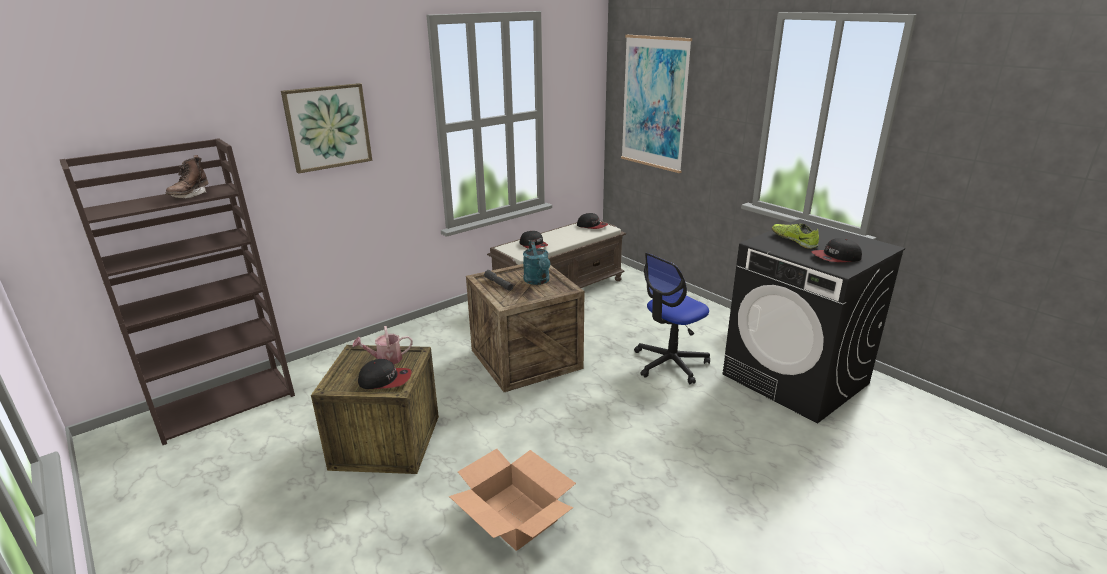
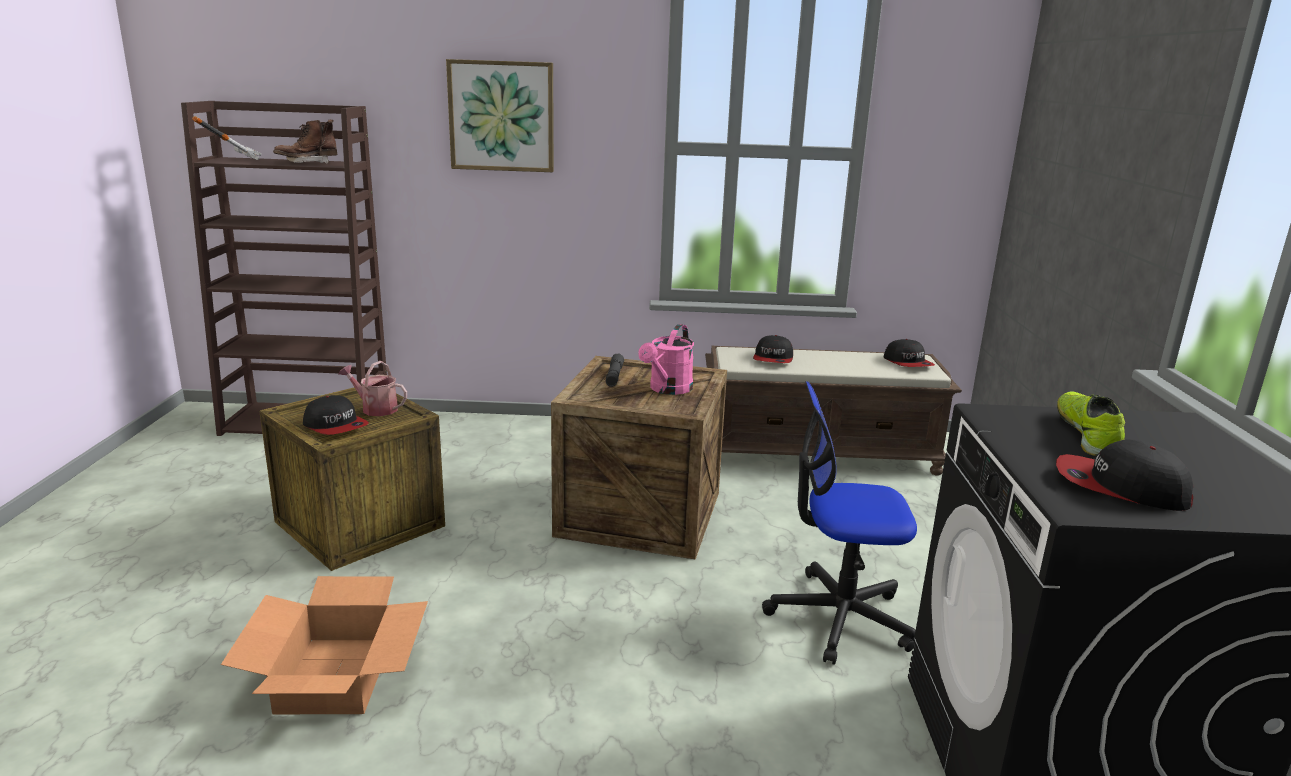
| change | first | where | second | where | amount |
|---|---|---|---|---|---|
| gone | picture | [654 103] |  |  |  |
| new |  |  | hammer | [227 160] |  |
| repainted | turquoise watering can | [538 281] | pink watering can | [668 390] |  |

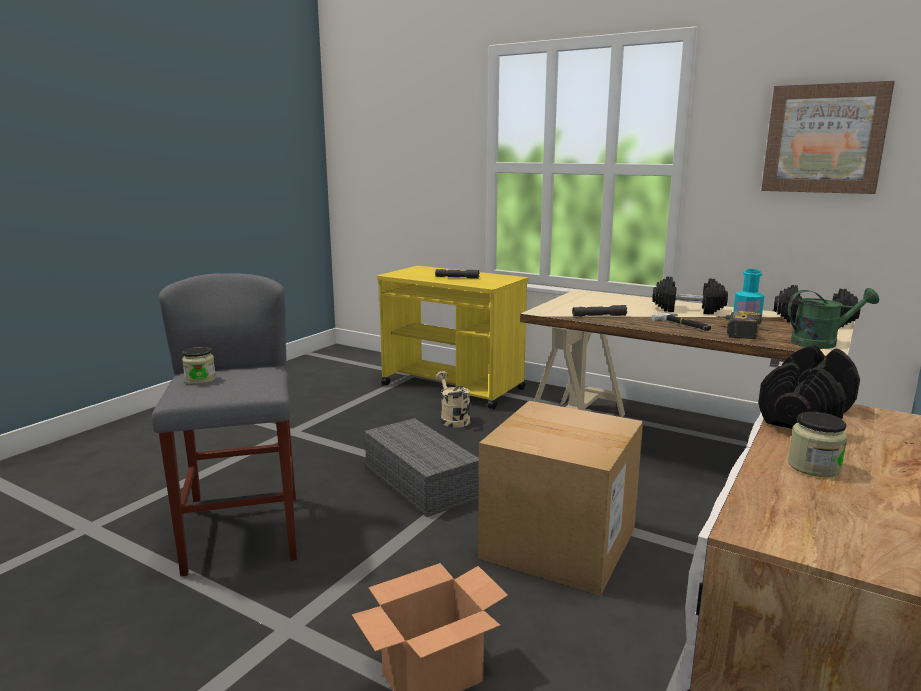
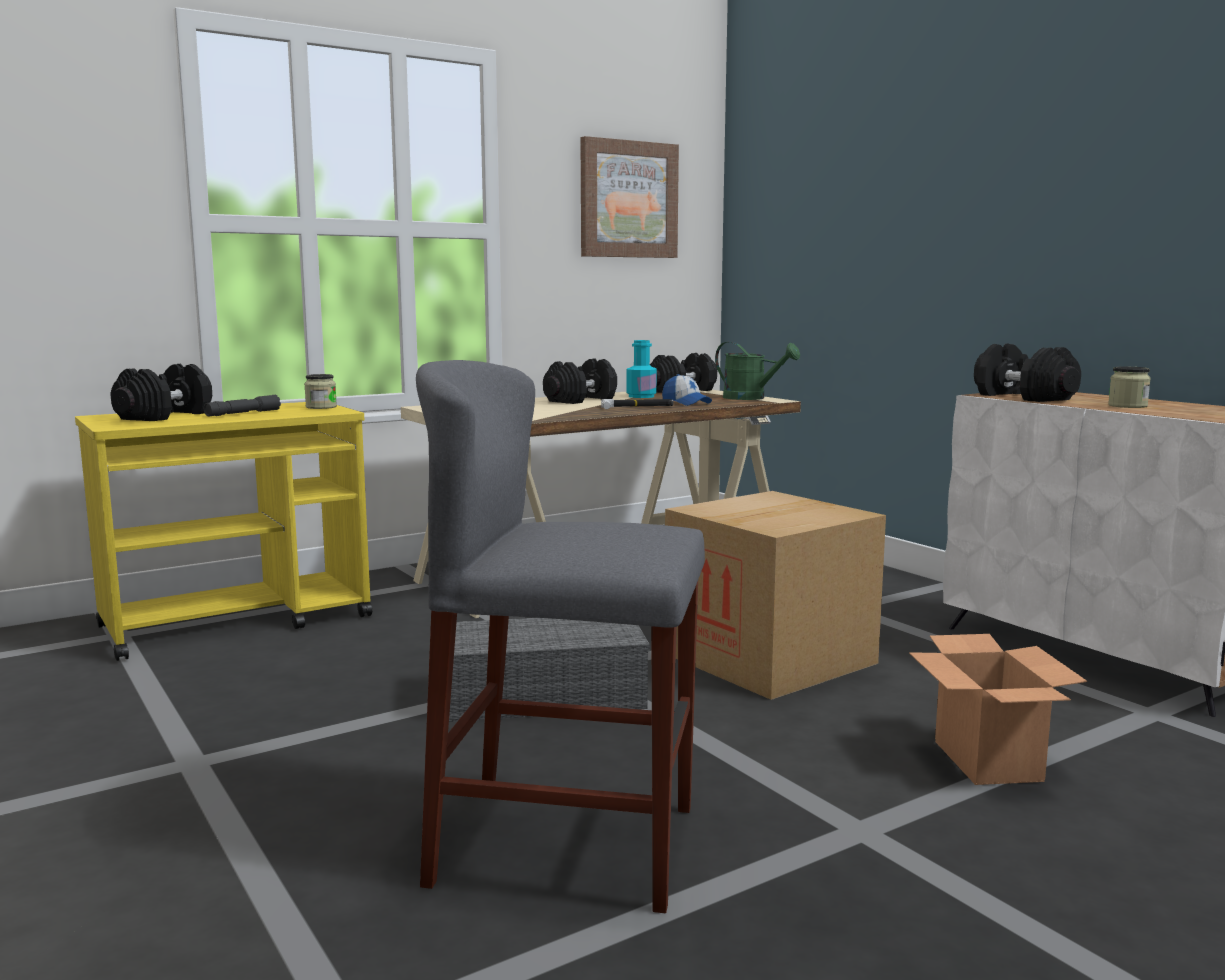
| change | first | where | second | where | amount |
|---|---|---|---|---|---|
| gone | beige watering can | [452 419] |  |  |  |
| gone | grey flashlight | [599 316] |  |  |  |
| new |  |  | black dumbbell | [165 416] |  |
| shifted | jar | [200 380] |  | [321 407] |  |
| swapped | power drill | [736 332] | cap | [686 403] |  |
| rotated | green watering can | [821 343] |  | [751 398] | 105 degrees clockwise |

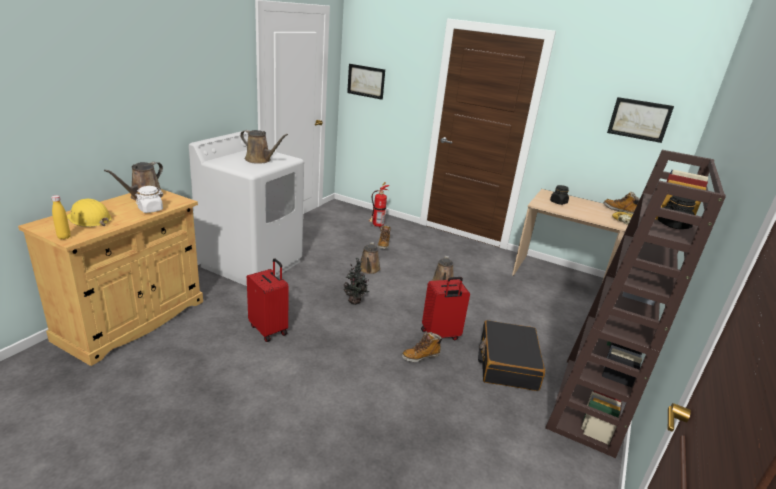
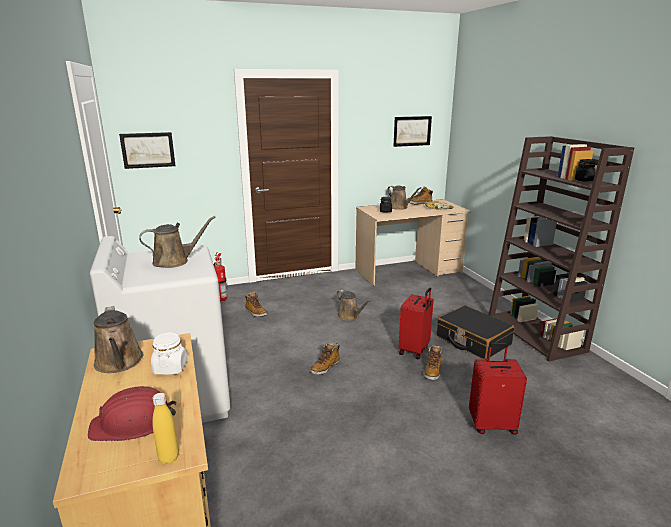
| change | first | where | second | where | amount |
|---|---|---|---|---|---|
| shifted | red suitcase | [269 329] |  | [492 424] |  |
| shifted | brown watering can | [369 269] |  | [400 207] |  |
| swapped | potted plant | [355 302] | boot | [325 367] |  |
| repainted | yellow hard hat | [89 219] | red hard hat | [133 422] |  |

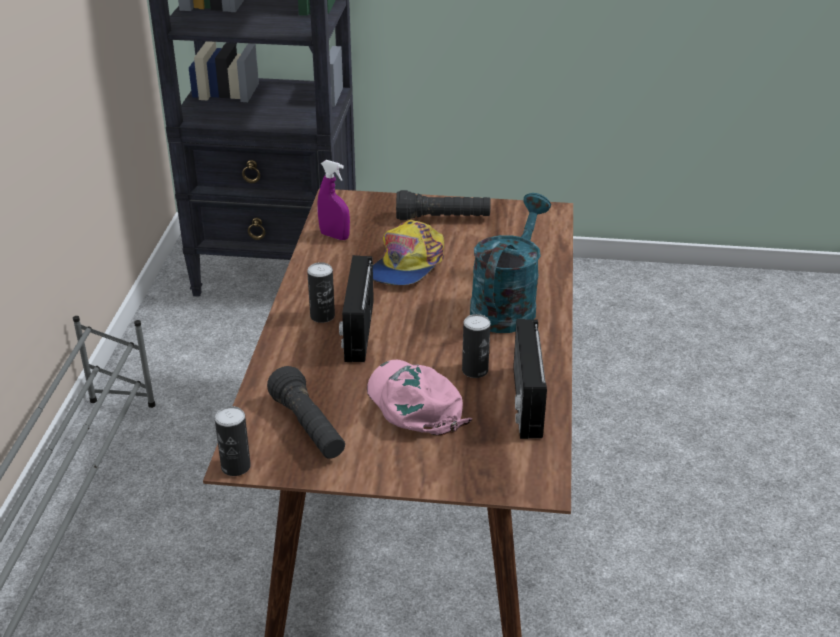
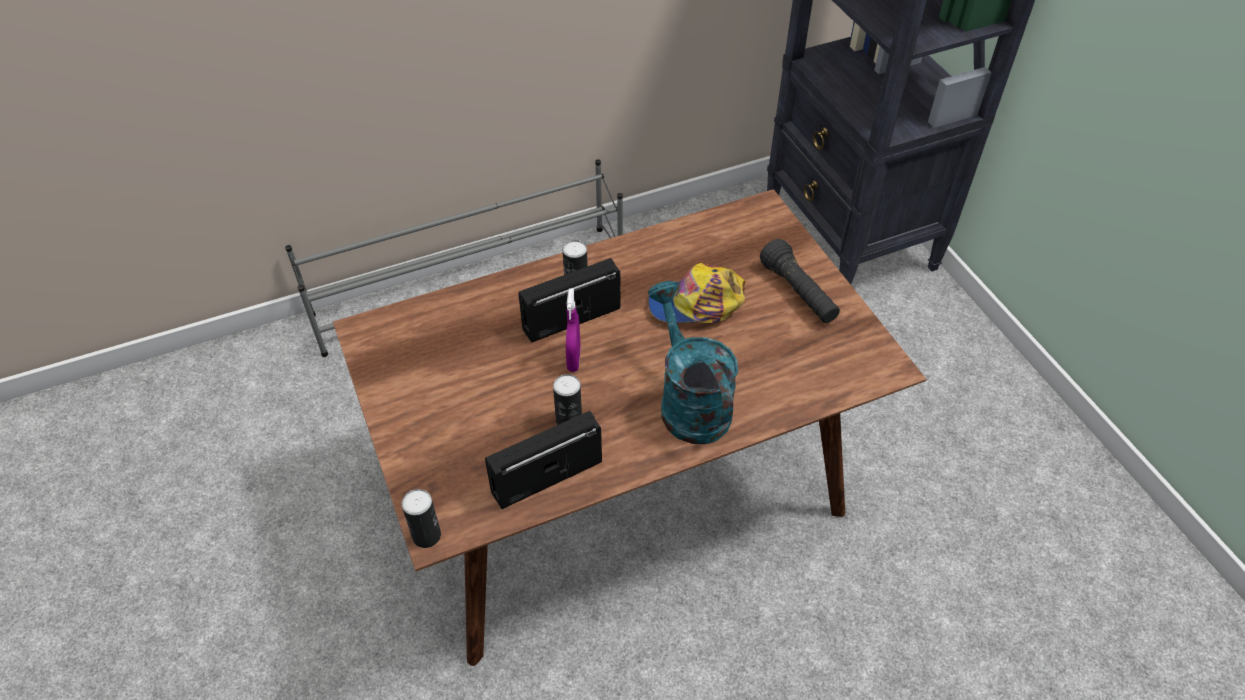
| change | first | where | second | where | amount |
|---|---|---|---|---|---|
| gone | black flashlight | [309 428] |  |  |  |
| gone | pink cap | [414 404] |  |  |  |
| shifted | can | [236 466] |  | [426 535] |  |
| shifted | purple spray bottle | [334 236] |  | [573 359] |  |
| rotated | turquoise watering can | [507 305] |  | [689 402] | 105 degrees counterclockwise |

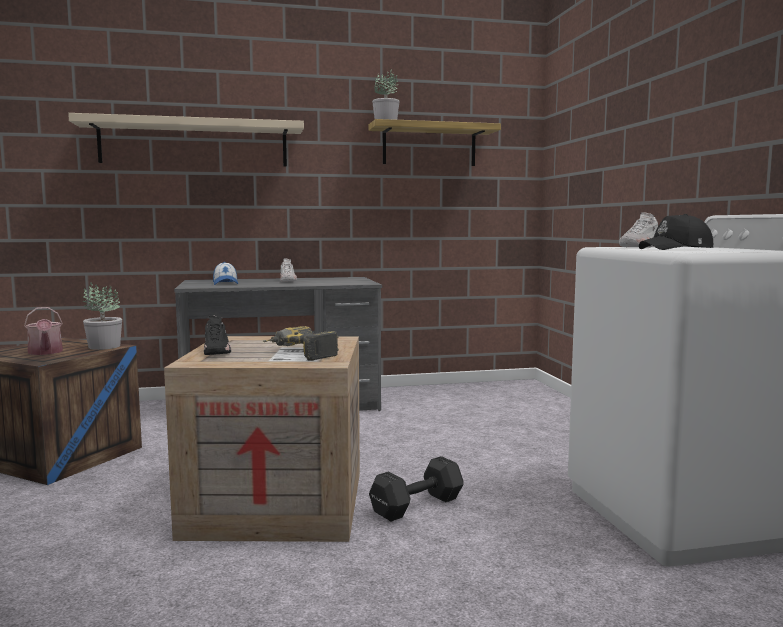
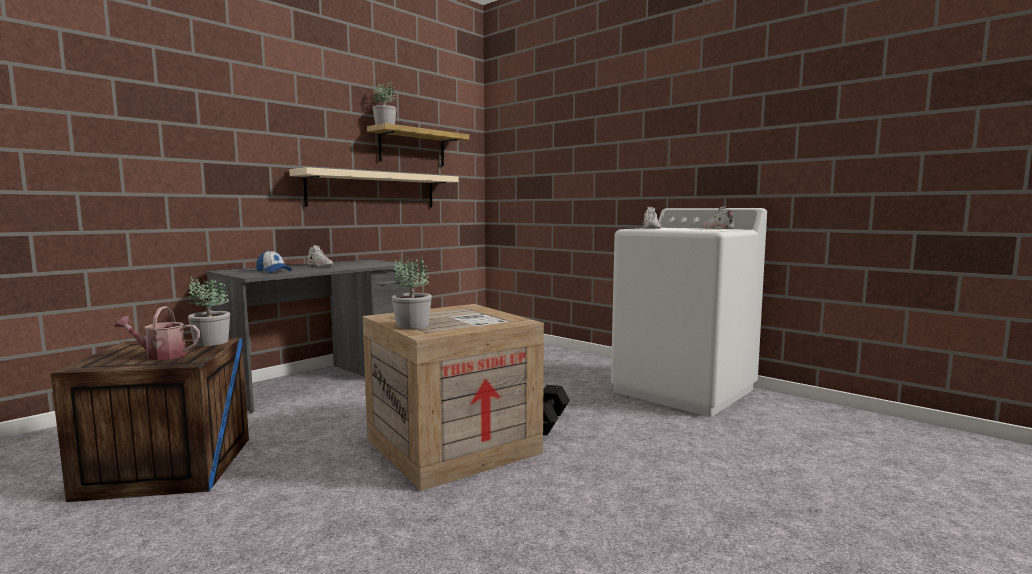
| change | first | where | second | where | amount |
|---|---|---|---|---|---|
| gone | power drill | [299 354] |  |  |  |
| gone | black cap | [677 249] |  |  |  |
| new |  |  | white shoe | [716 229] |  |
| shifted | beige shelf | [194 144] |  | [373 190] |  |
| swapped | black shoe | [217 351] | potted plant | [412 325] |  |
| rotated | watering can | [45 352] |  | [160 355] | 150 degrees clockwise |

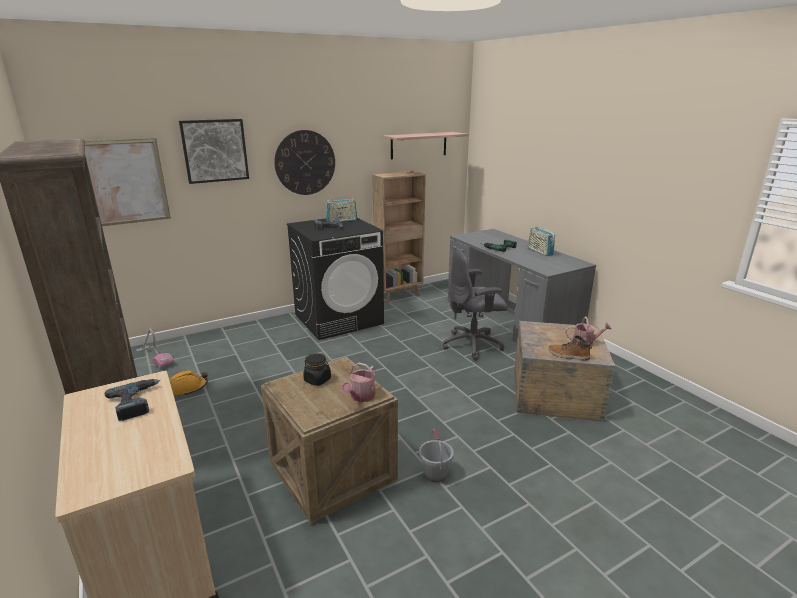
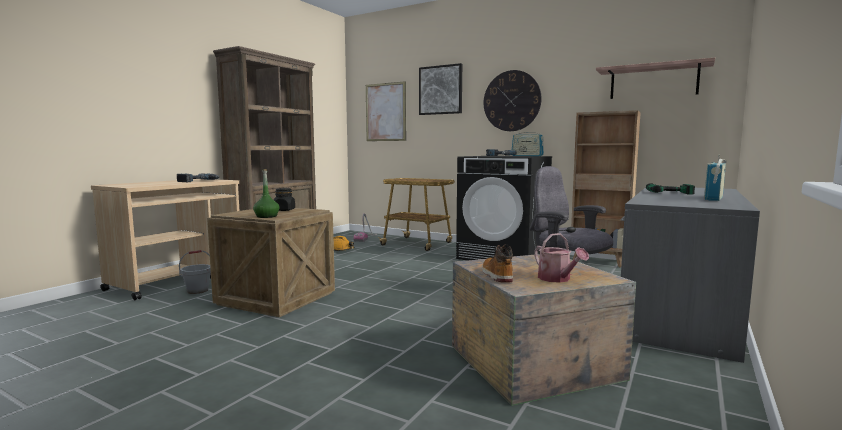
| change | first | where | second | where | amount |
|---|---|---|---|---|---|
| new |  |  | cart | [418 244] |  |
| shifted | grey bucket | [435 474] |  | [197 291] |  |
| swapped | watering can | [361 397] | green bottle | [266 216] |  |

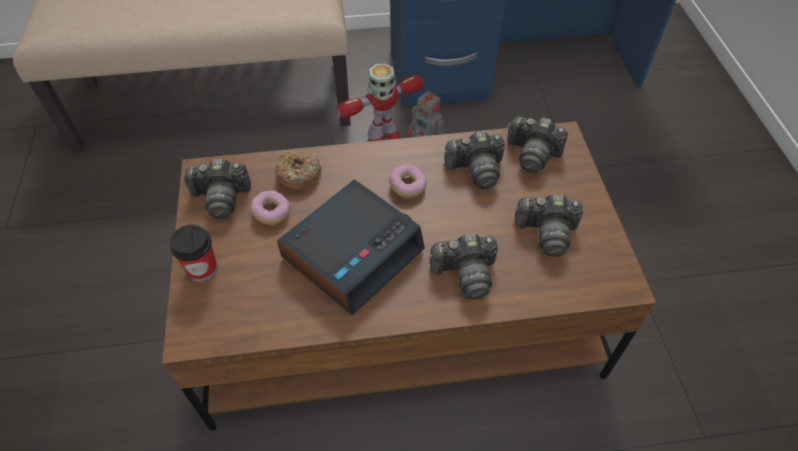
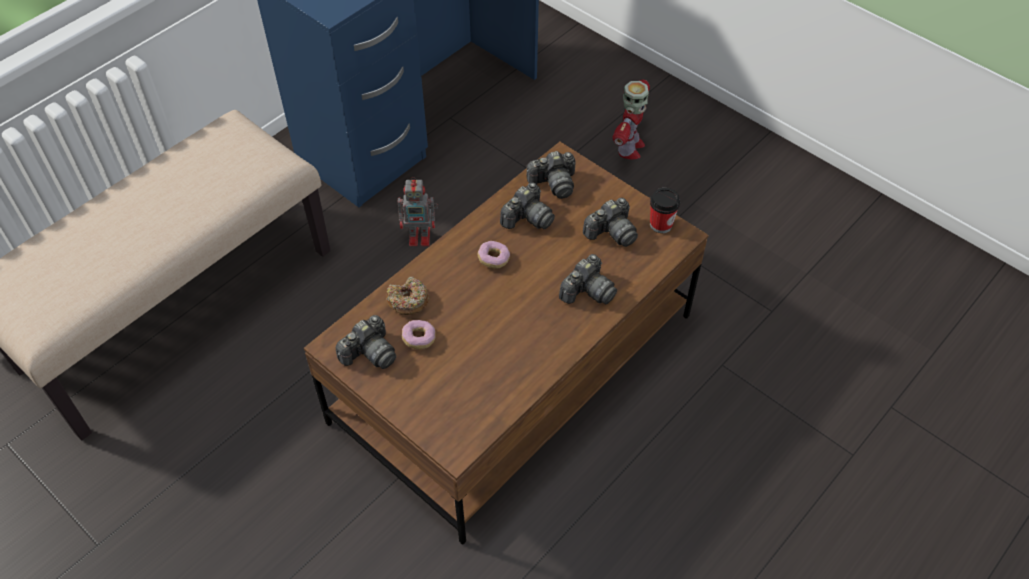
| change | first | where | second | where | amount |
|---|---|---|---|---|---|
| gone | alarm clock | [352 252] |  |  |  |
| shifted | cup | [202 269] |  | [661 224] |  |
| shifted | toy robot | [383 136] |  | [629 148] |  |

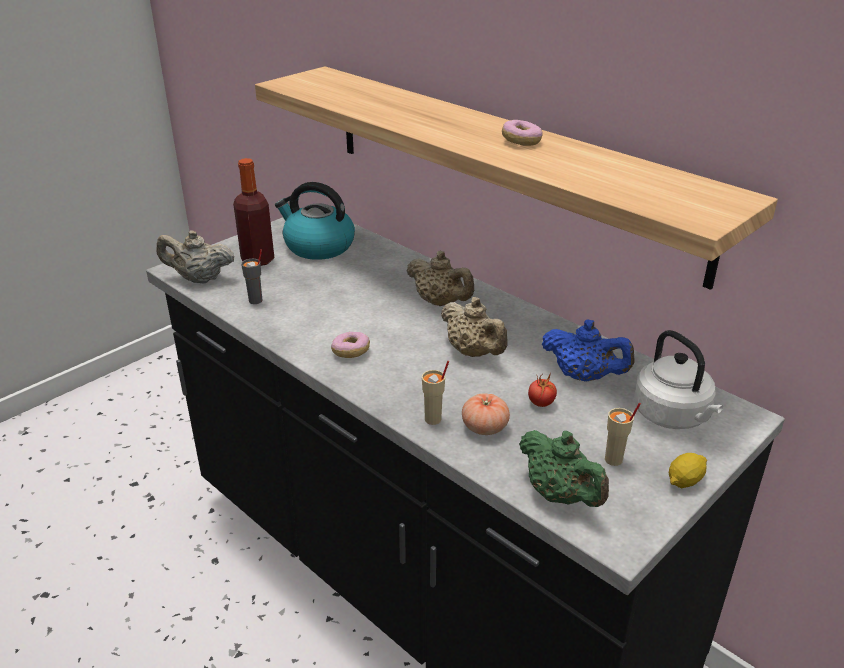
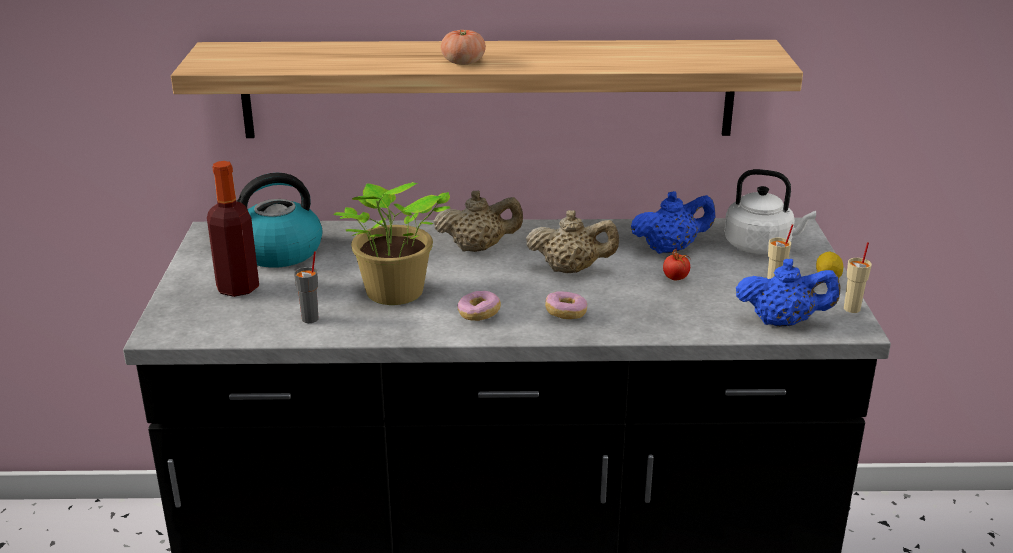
| change | first | where | second | where | amount |
|---|---|---|---|---|---|
| gone | beige teapot | [199 279] |  |  |  |
| new |  |  | potted plant | [393 295] |  |
| shifted | beige cup | [433 419] |  | [852 308] |  |
| shifted | tomato | [484 427] |  | [463 62] |  |
| shifted | donut | [521 142] |  | [566 314] |  |
| repainted | green teapot | [560 495] | blue teapot | [783 322] |  |

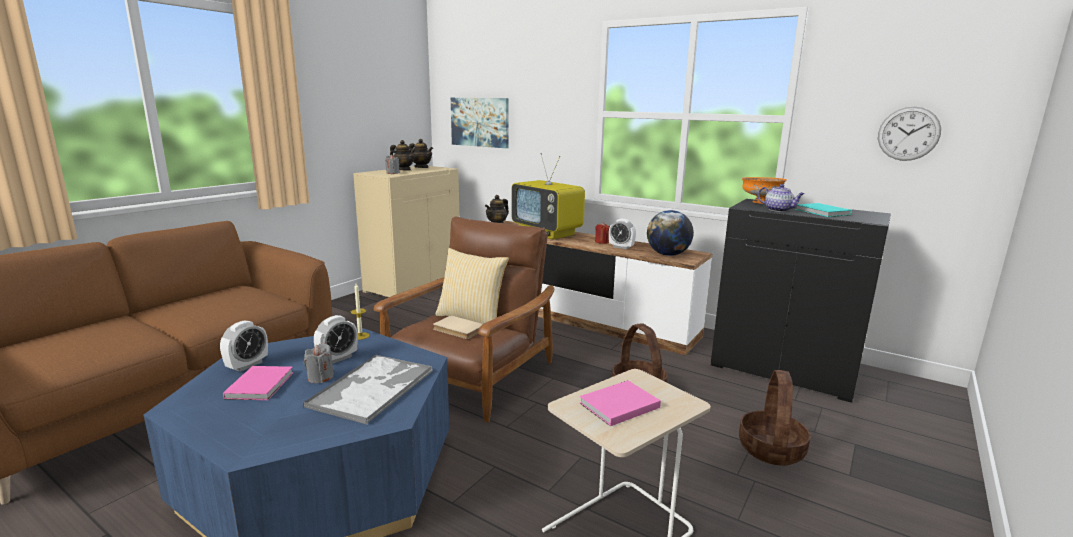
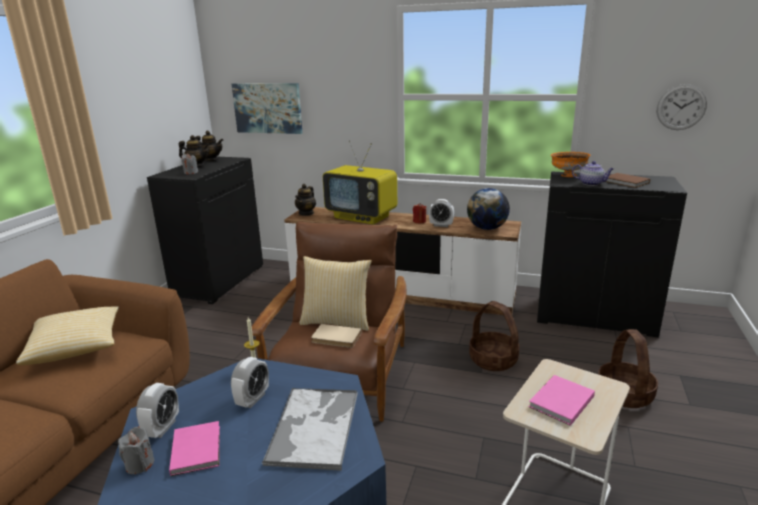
| change | first | where | second | where | amount |
|---|---|---|---|---|---|
| new |  |  | pillow | [76 348] |  |
| shifted | grey candle | [320 377] |  | [140 464] |  |
| repainted | beige cabinet | [413 284] | black cabinet | [219 281] |  |
| repainted | turquoise book | [823 212] | brown book | [626 182] |  |

